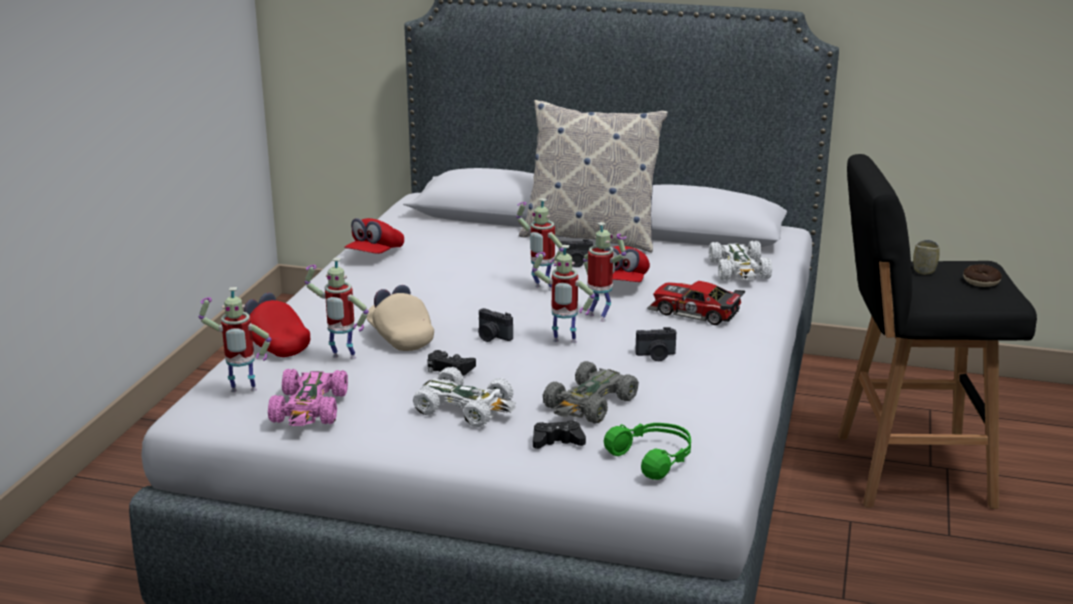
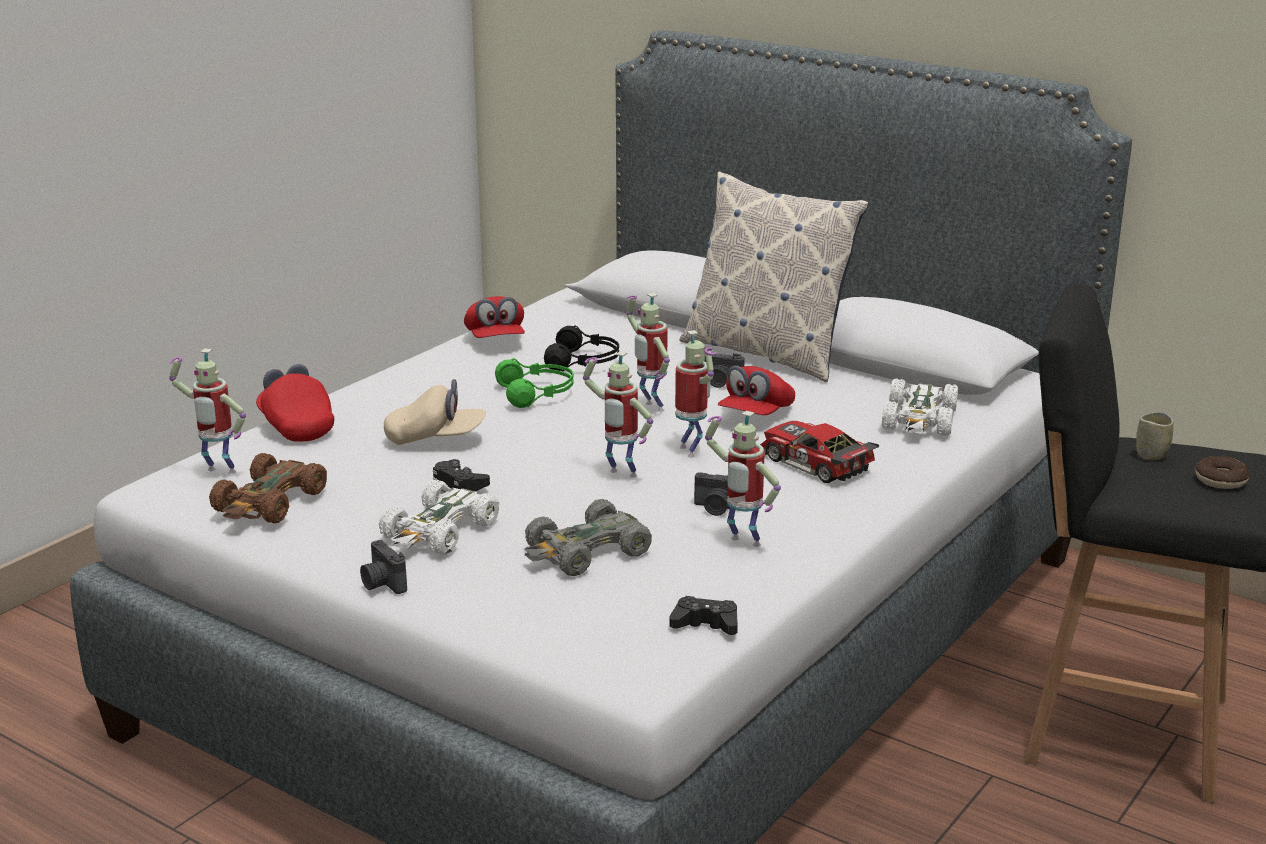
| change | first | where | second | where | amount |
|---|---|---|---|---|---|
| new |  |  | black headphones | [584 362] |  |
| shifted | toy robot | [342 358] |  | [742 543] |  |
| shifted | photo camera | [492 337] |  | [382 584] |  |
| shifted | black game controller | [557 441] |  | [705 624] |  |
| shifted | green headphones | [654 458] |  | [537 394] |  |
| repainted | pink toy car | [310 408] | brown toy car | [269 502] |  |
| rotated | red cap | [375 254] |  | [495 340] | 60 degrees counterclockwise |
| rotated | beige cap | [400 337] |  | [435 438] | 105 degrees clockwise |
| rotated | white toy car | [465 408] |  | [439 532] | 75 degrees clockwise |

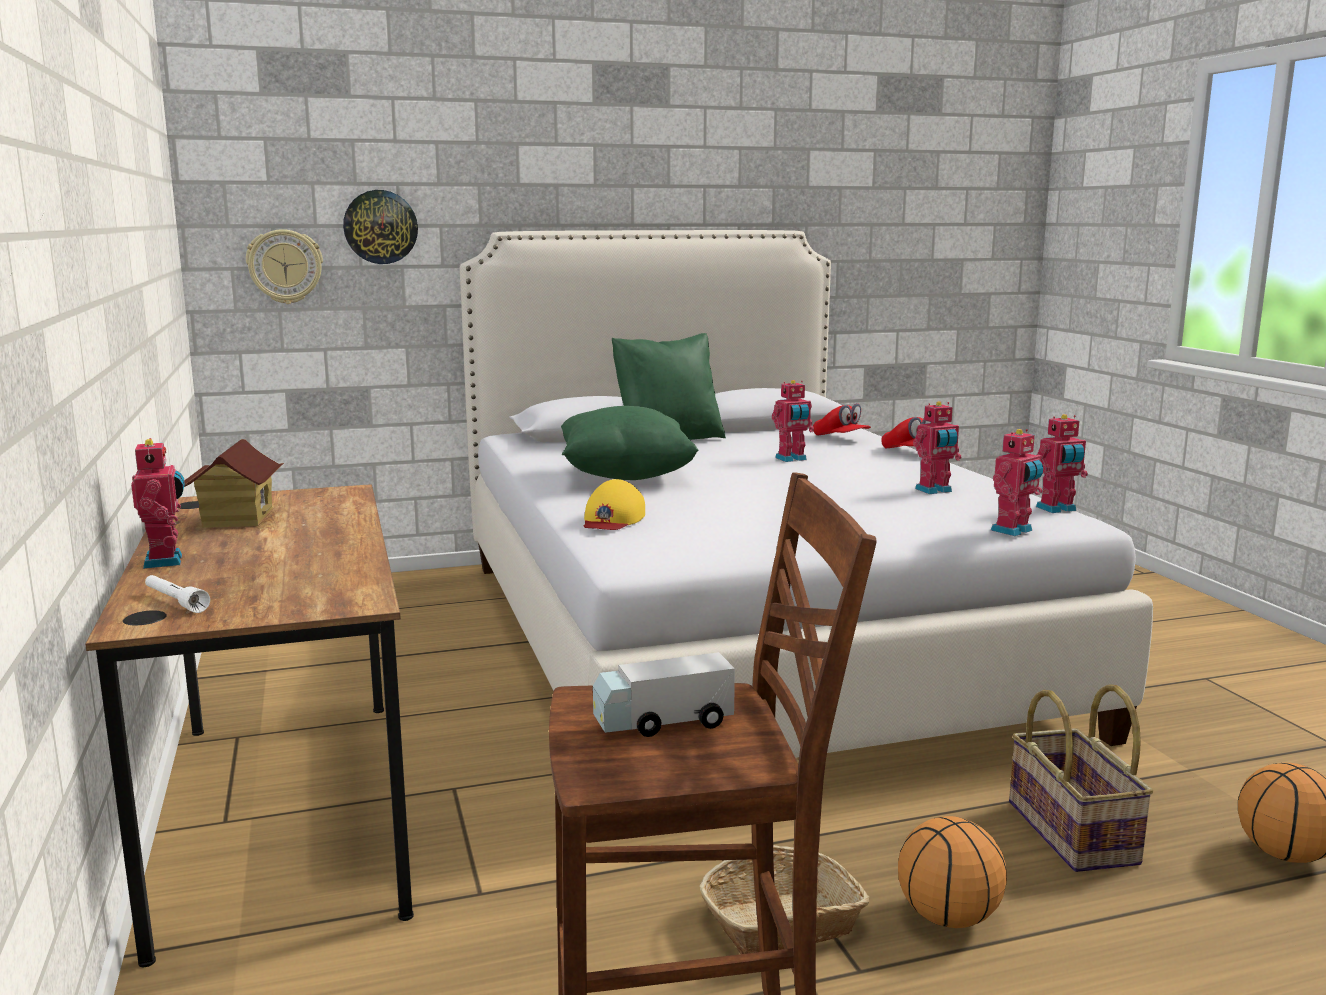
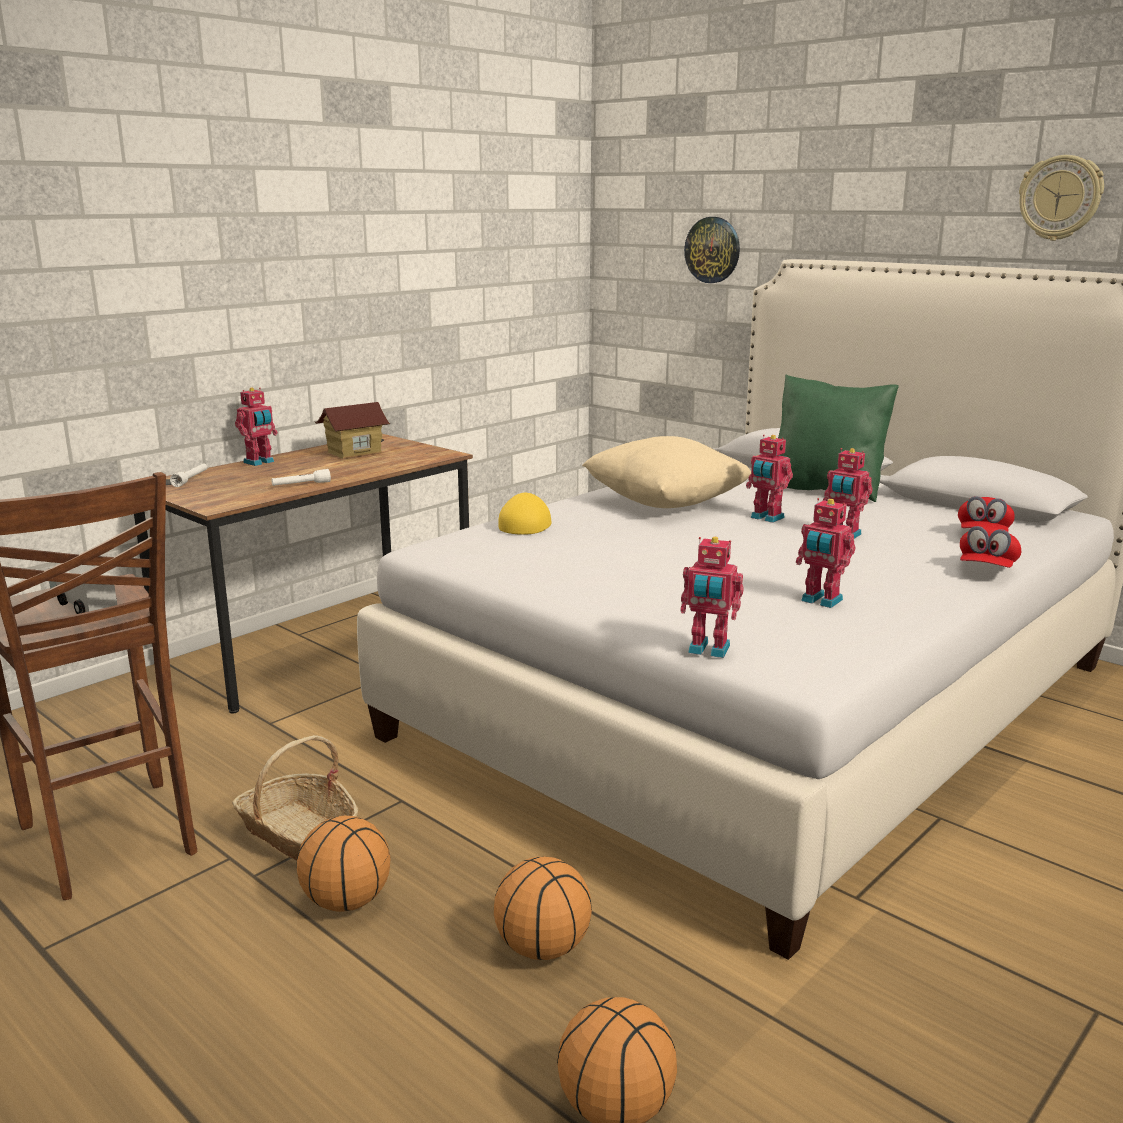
| change | first | where | second | where | amount |
|---|---|---|---|---|---|
| new |  |  | white flashlight | [301 485] |  |
| shifted | wall clock | [285 266] |  | [1060 198] |  |
| shifted | toy robot | [1057 509] |  | [766 518] |  |
| swapped | basket | [1074 833] | basketball | [542 949] |  |
| repainted | green pillow | [625 476] | beige pillow | [665 503] |  |
| rotated | yellow cap | [612 519] |  | [527 523] | 120 degrees clockwise |

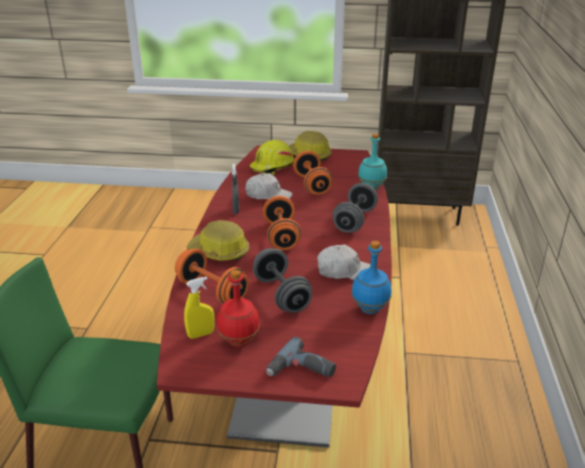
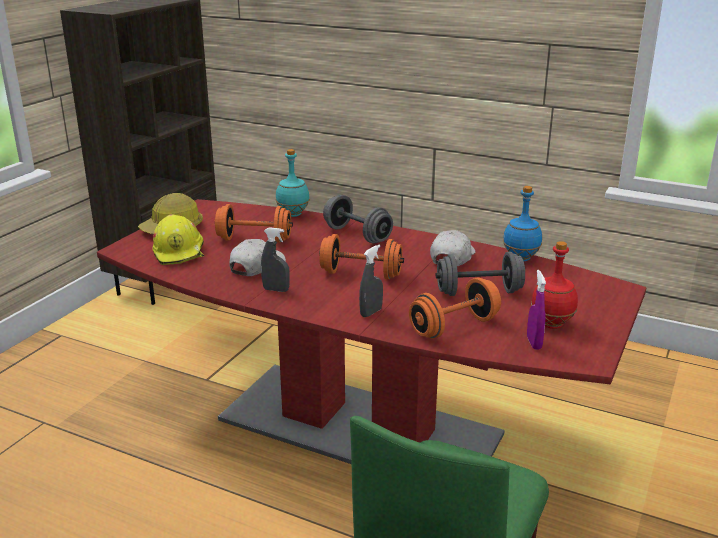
| change | first | where | second | where | amount |
|---|---|---|---|---|---|
| gone | power drill | [301 371] |  |  |  |
| swapped | hard hat | [219 251] | grey spray bottle | [371 312] |  |
| repainted | yellow spray bottle | [201 334] | purple spray bottle | [534 343] |  |

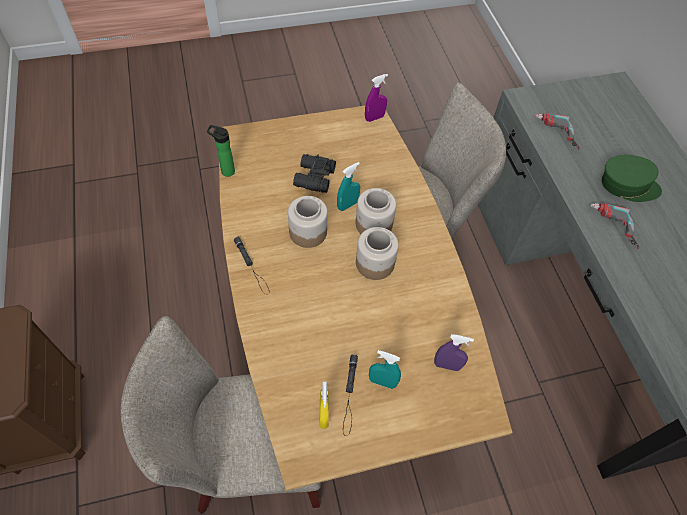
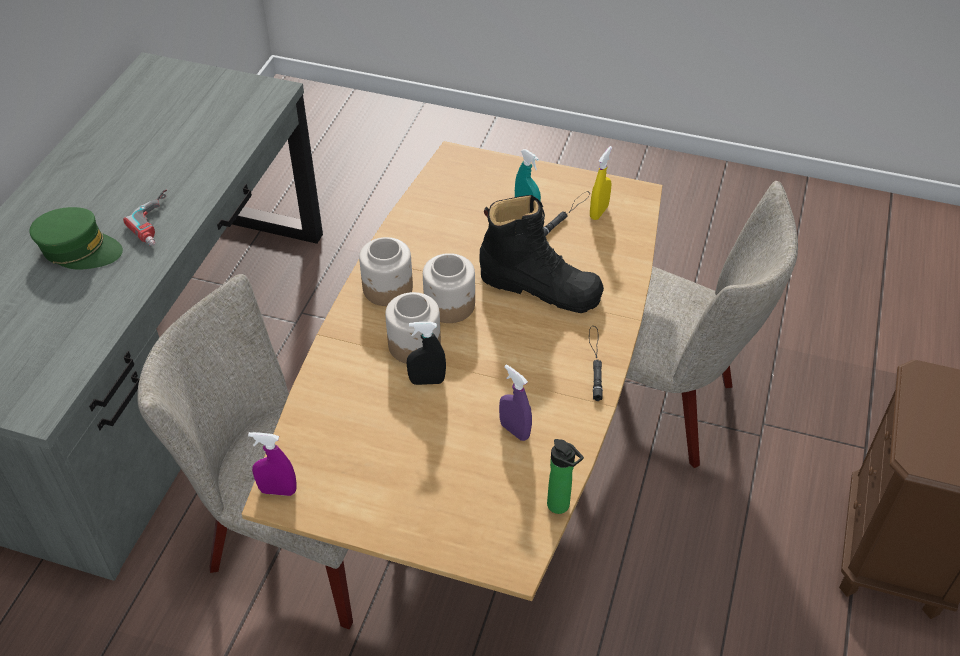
| change | first | where | second | where | amount |
|---|---|---|---|---|---|
| gone | black binoculars | [313 178] |  |  |  |
| gone | power drill | [555 134] |  |  |  |
| new |  |  | black boot | [540 286] |  |
| shifted | jar | [307 232] |  | [387 289] |  |
| shifted | purple spray bottle | [447 365] |  | [514 430] |  |
| repainted | turquoise spray bottle | [347 205] | black spray bottle | [427 381] |  |
| rotated | green cap | [627 185] |  | [79 249] | 150 degrees clockwise |

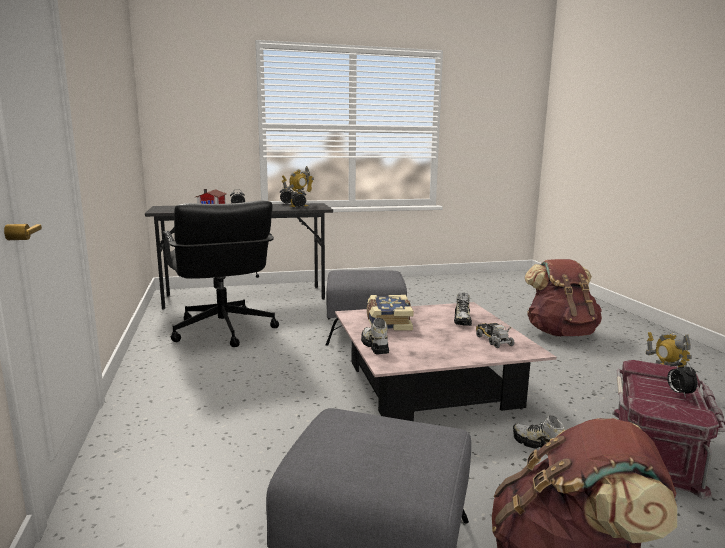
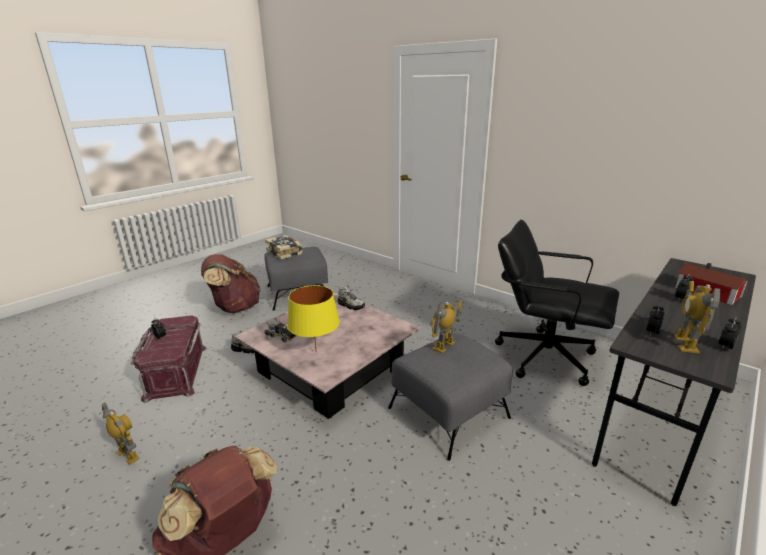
| change | first | where | second | where | amount |
|---|---|---|---|---|---|
| new |  |  | toy robot | [444 346] |  |
| shifted | book | [388 322] |  | [285 252] |  |
| swapped | shoe | [462 320] | yellow table lamp | [315 352] |  |

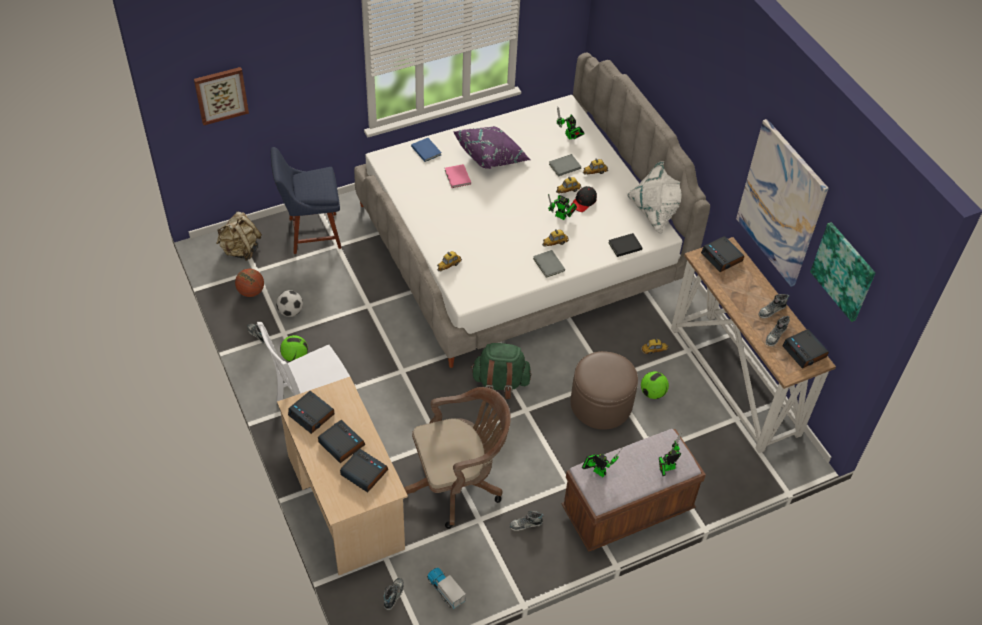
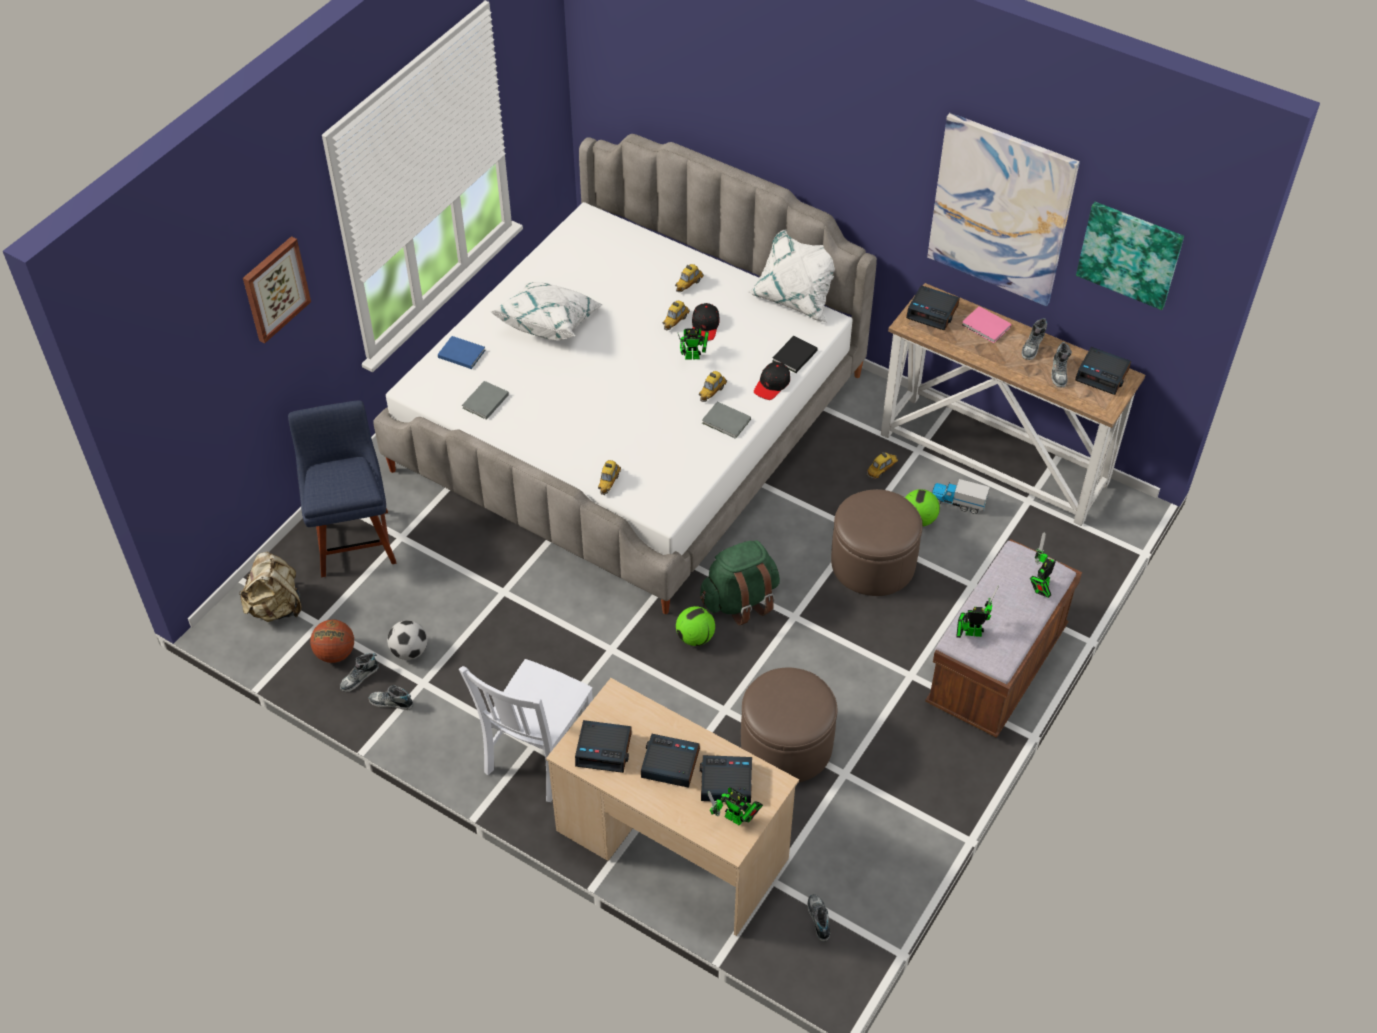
| change | first | where | second | where | amount |
|---|---|---|---|---|---|
| new |  |  | black cap | [772 385] |  |
| shifted | picture | [221 95] |  | [275 288] |  |
| shifted | football | [295 357] |  | [695 637] |  |
| shifted | toy truck | [445 591] |  | [958 502] |  |
| shifted | pink book | [457 178] |  | [986 327] |  |
| shifted | shoe | [526 524] |  | [359 677] |  |
| shifted | grey book | [563 166] |  | [484 402] |  |
| shifted | toy robot | [570 137] |  | [737 819] |  |
| swapped | brown office chair | [458 483] | brown ottoman | [786 745] |  |
| repainted | purple pillow | [492 156] | white pillow | [549 322] |  |
| rotated | blue chair | [311 233] |  | [354 538] | 120 degrees clockwise |

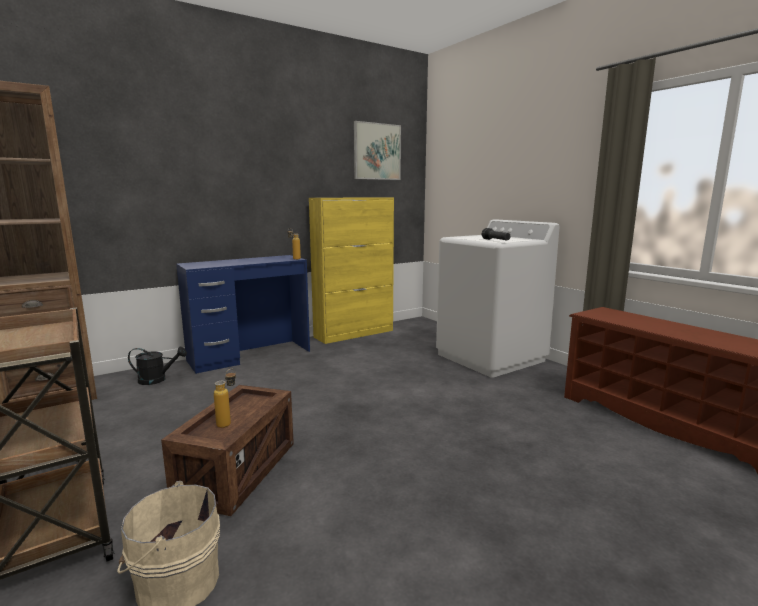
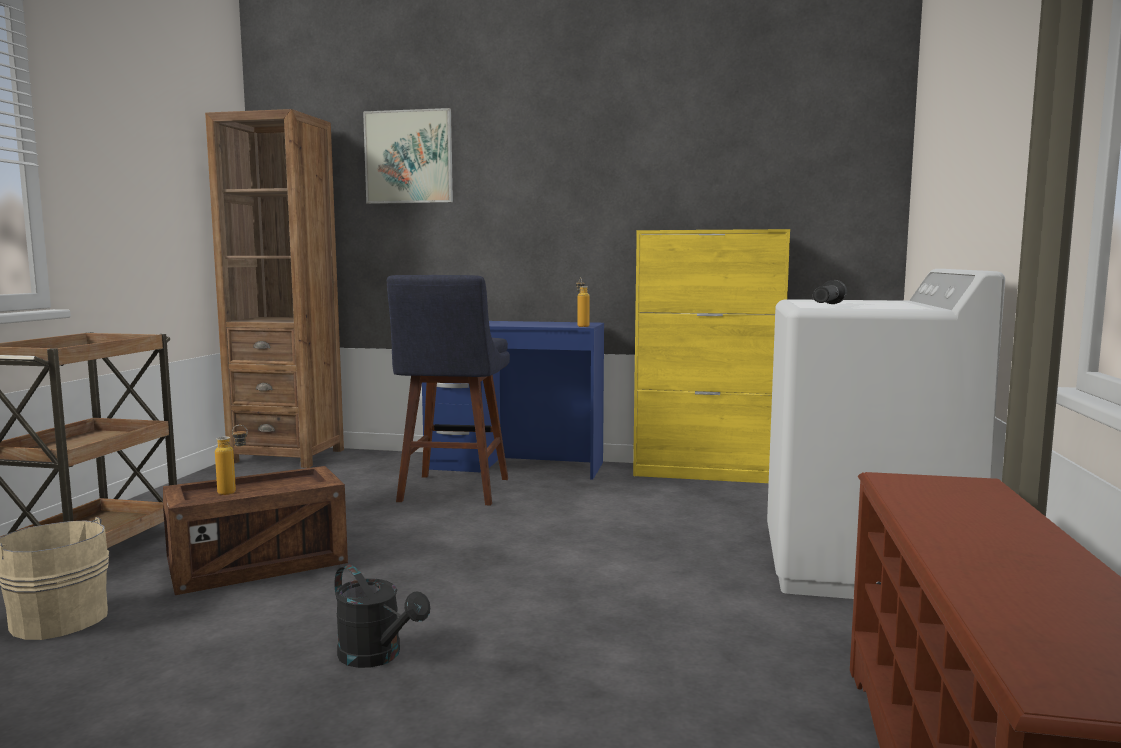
| change | first | where | second | where | amount |
|---|---|---|---|---|---|
| new |  |  | blue stool | [452 492] |  |
| shifted | black watering can | [157 380] |  | [377 656] |  |
| shifted | picture | [377 151] |  | [409 157] |  |

